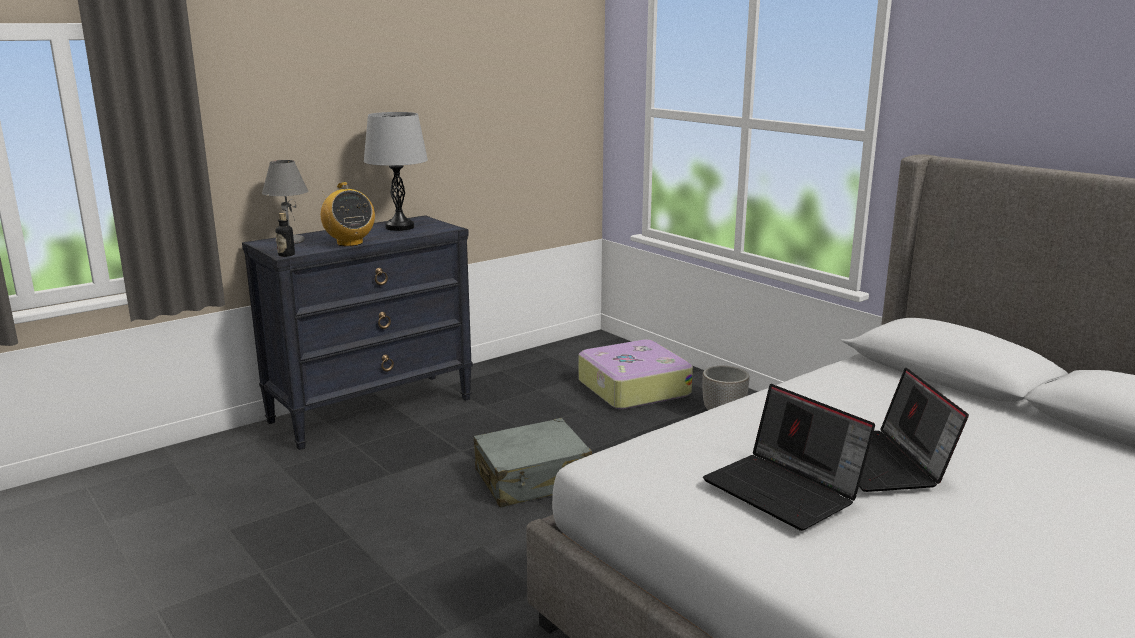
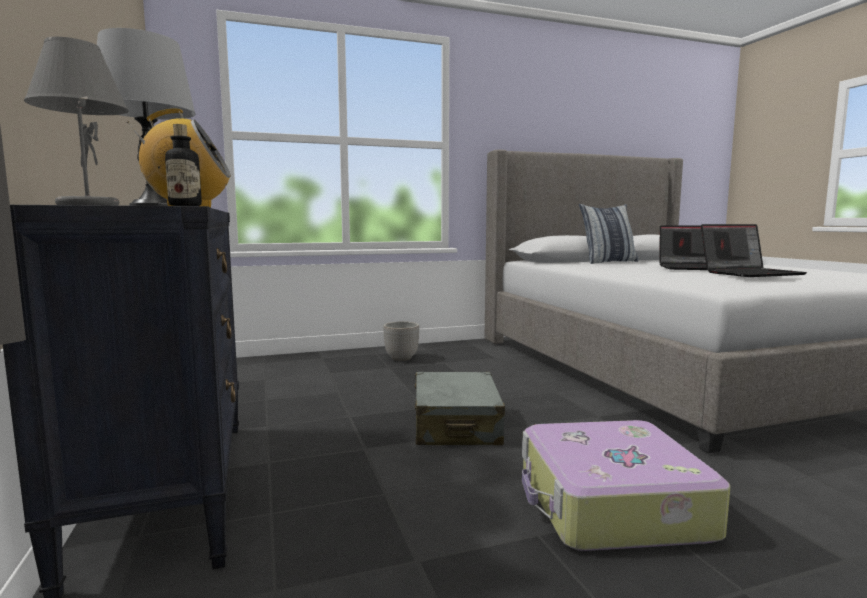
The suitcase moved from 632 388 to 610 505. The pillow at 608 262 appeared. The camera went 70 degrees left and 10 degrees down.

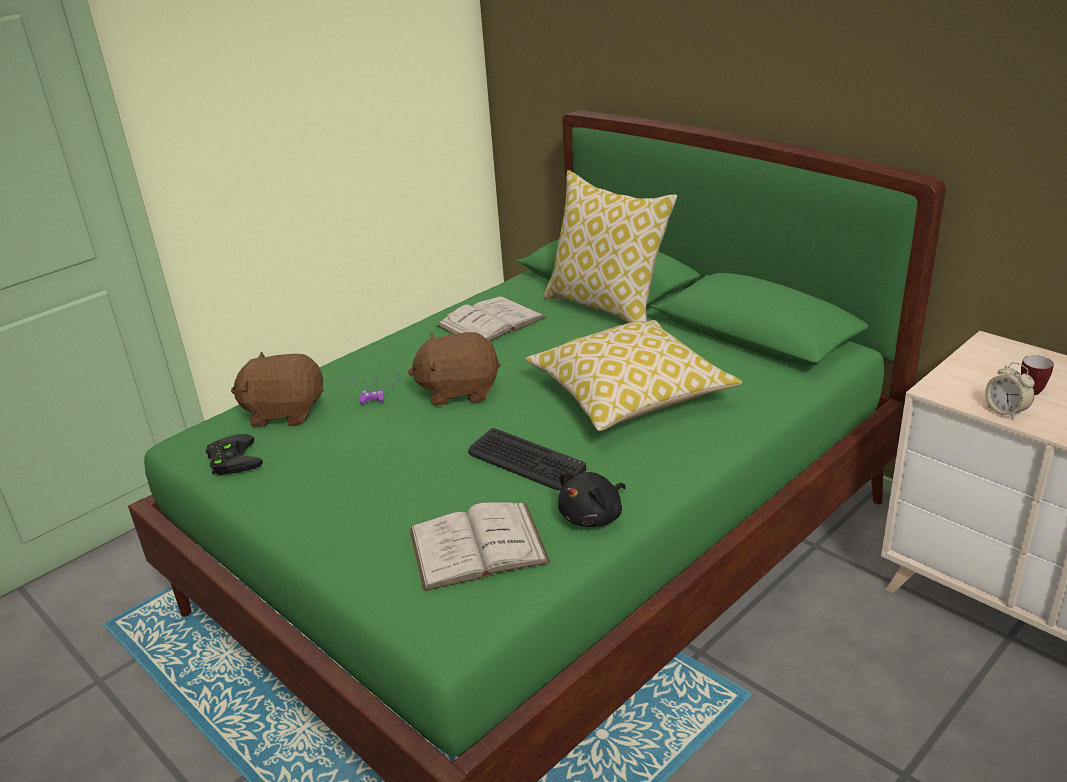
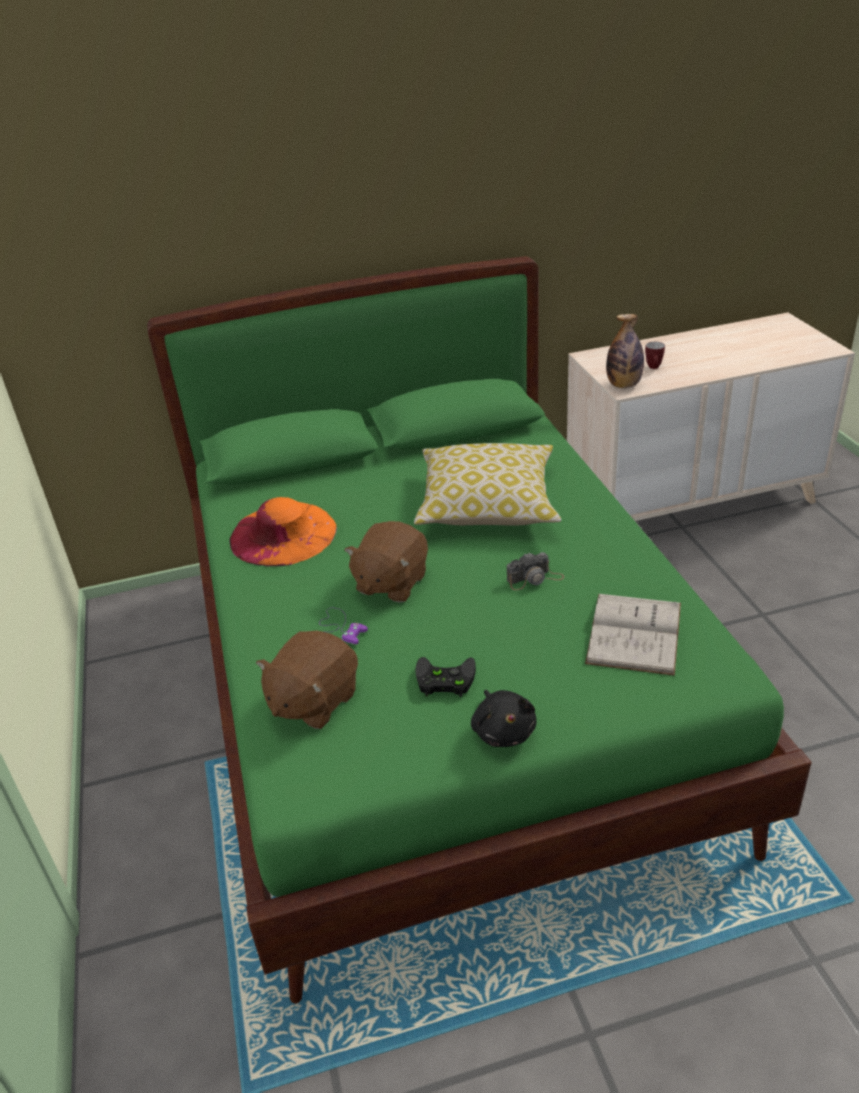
The black gamepad moved from 231 458 to 443 680. The white-coloured book at 491 321 was replaced by the orange-coloured wearable hat at 283 534. The keyboard at 525 461 was replaced by the still camera at 535 579. The pillow at 607 307 disappeared. The black plush toy moved from 593 516 to 503 731. The table clock at 1005 411 disappeared. The drink bottle at 623 385 appeared. The camera went 60 degrees left and 5 degrees up.

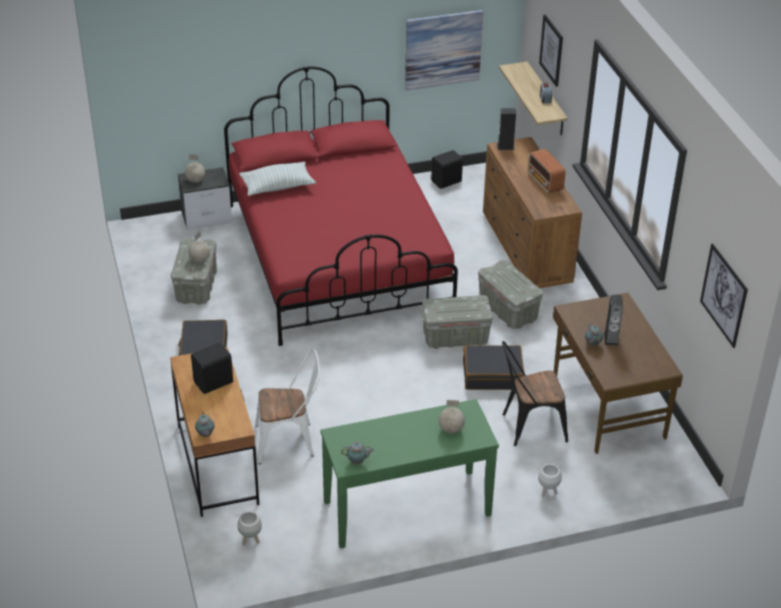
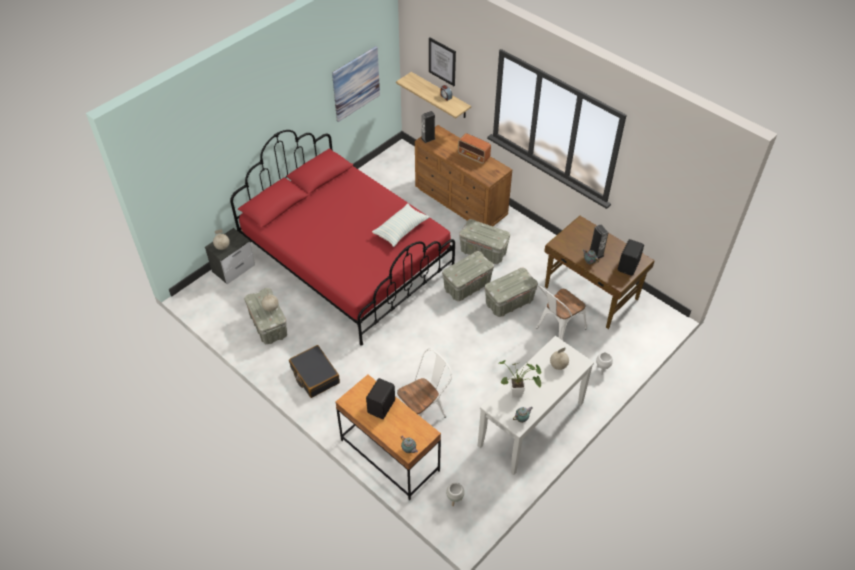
The pillow moved from 277 187 to 401 230. The green-coloured narrow table at 407 508 became the white-coloured narrow table at 531 424. The black loudspeaker moved from 447 182 to 629 266. The black suitcase at 492 375 was replaced by the gray storage bin at 509 302. The black upright chair at 528 427 became the white-coloured upright chair at 557 329. The picture at 723 295 disappeared. The plant in a pot at 519 393 appeared. The camera went 30 degrees left and 10 degrees up.

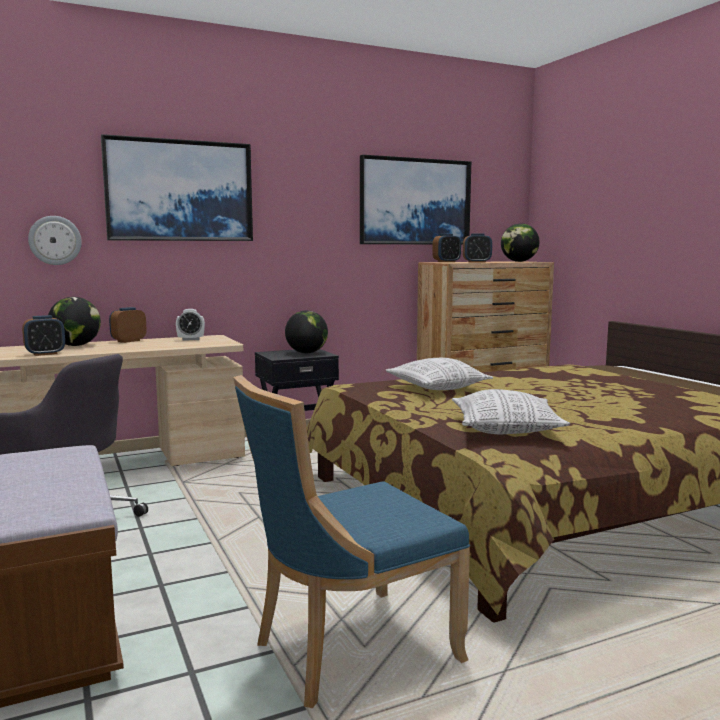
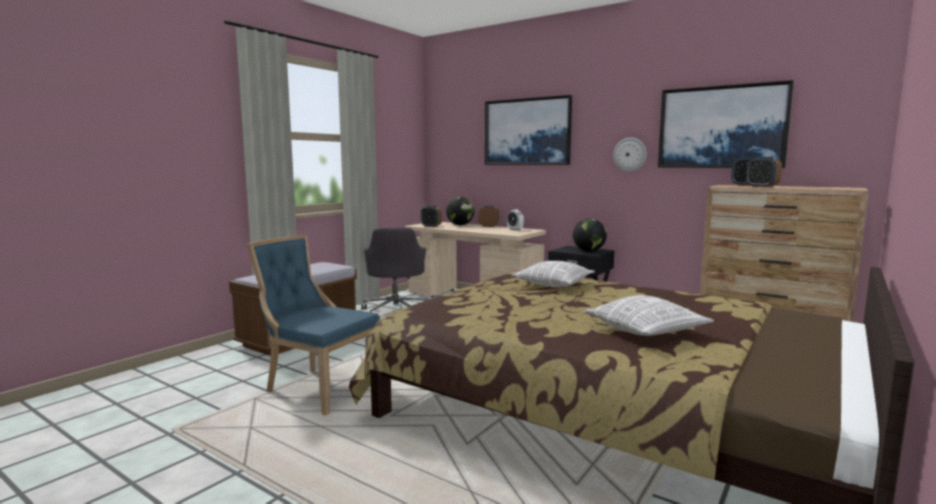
The wall clock moved from 55 240 to 630 154. The pillow moved from 506 429 to 645 331. The globe at 519 261 disappeared. The camera went 60 degrees right and 0 degrees up.

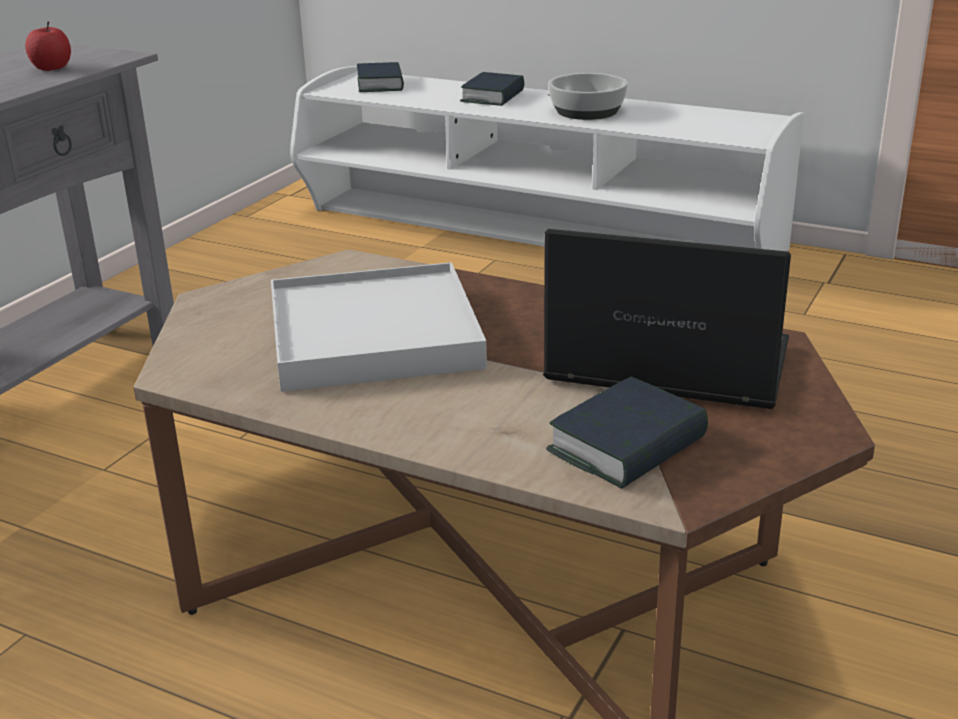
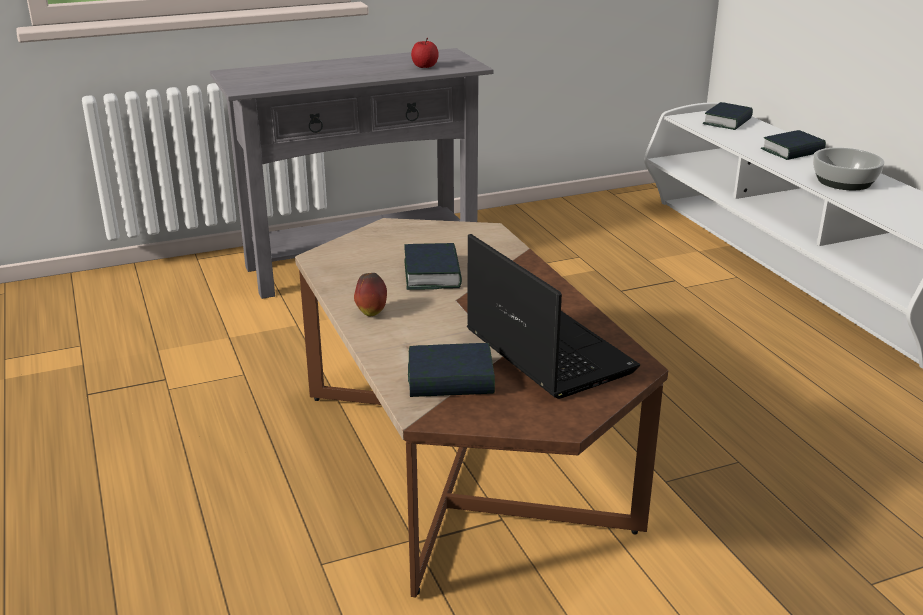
The white-coloured carrying tray at 374 335 was replaced by the book at 432 274. The whole apple at 371 312 appeared. The camera went 40 degrees right and 0 degrees up.

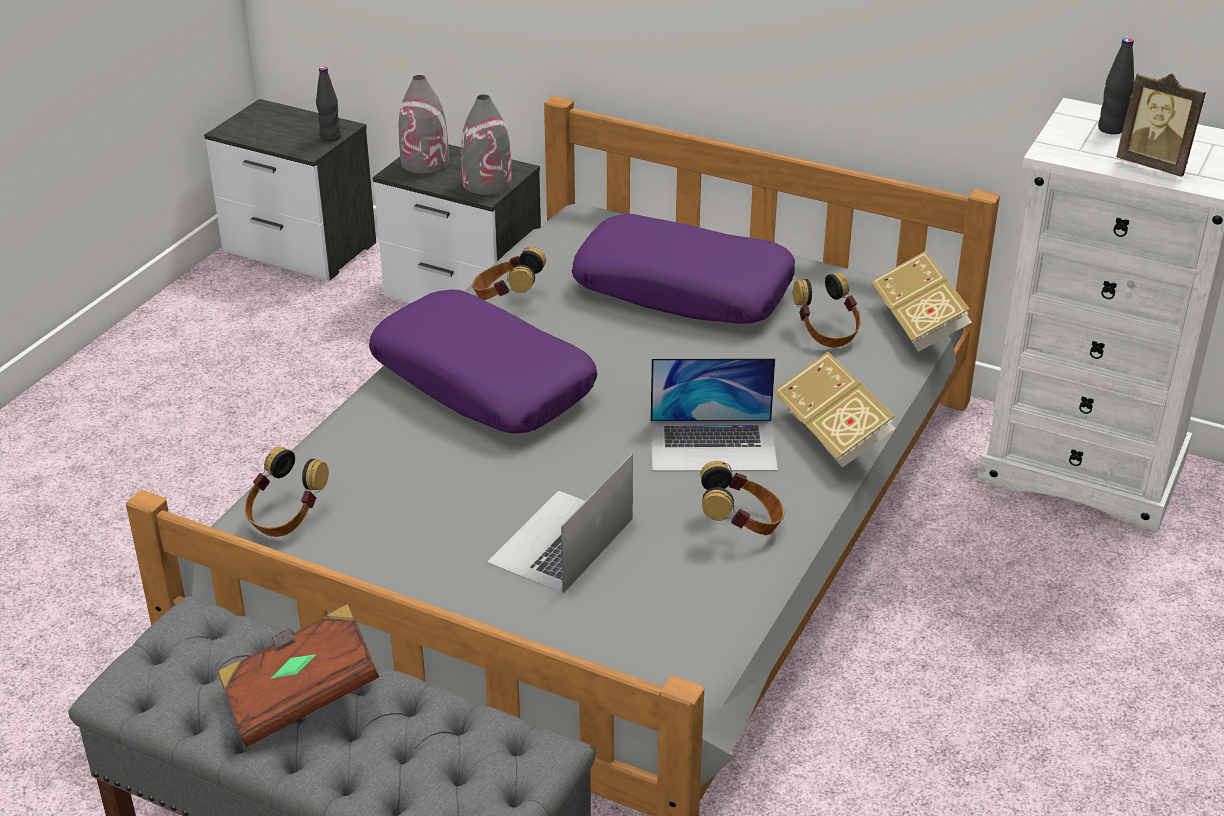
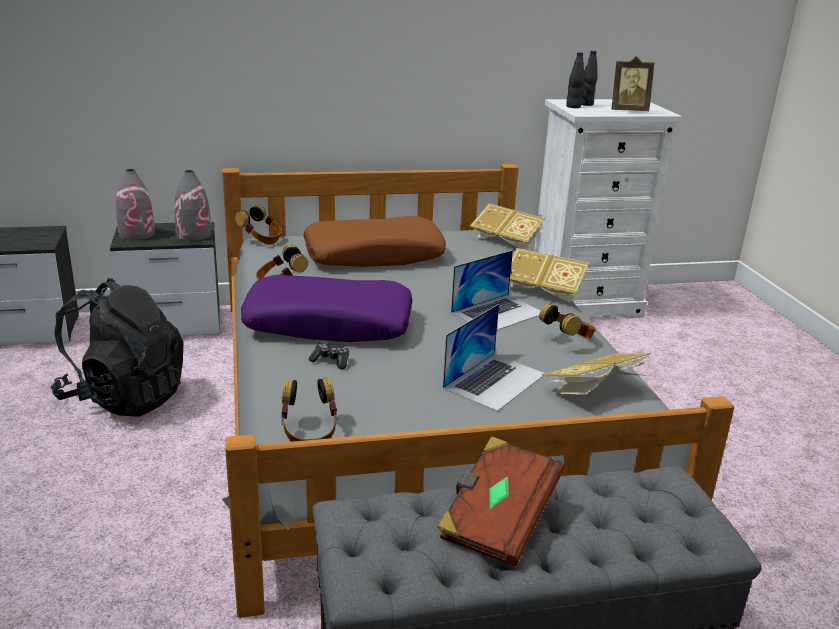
The black drink bottle moved from 330 137 to 573 107. The notebook computer at 561 541 turned 135 degrees counterclockwise. The purple pillow at 684 289 became the brown pillow at 374 255. The pair of headphones moved from 827 333 to 261 240. The black knapsack at 124 397 appeared. The gamepad at 331 361 appeared. The book at 594 391 appeared. The camera went 40 degrees left and 10 degrees down.

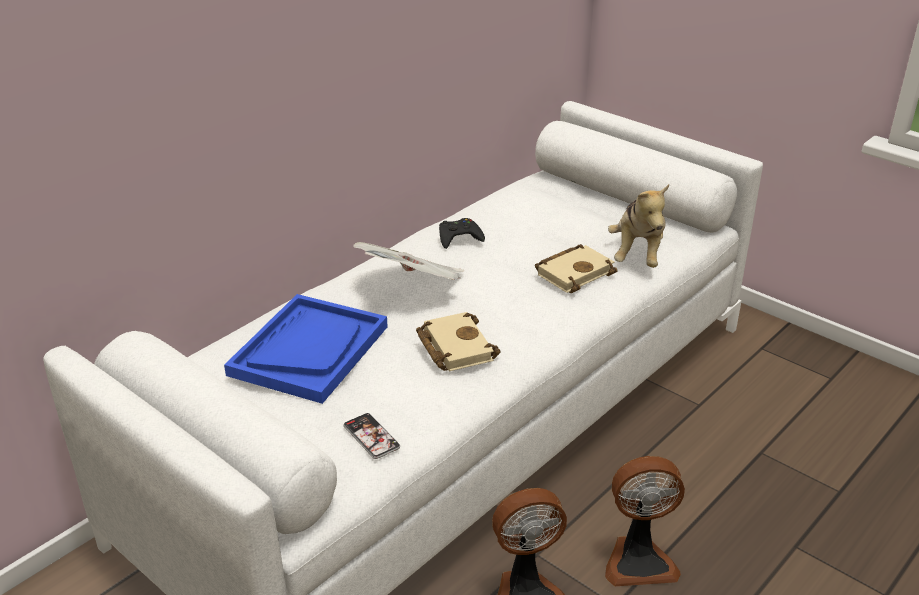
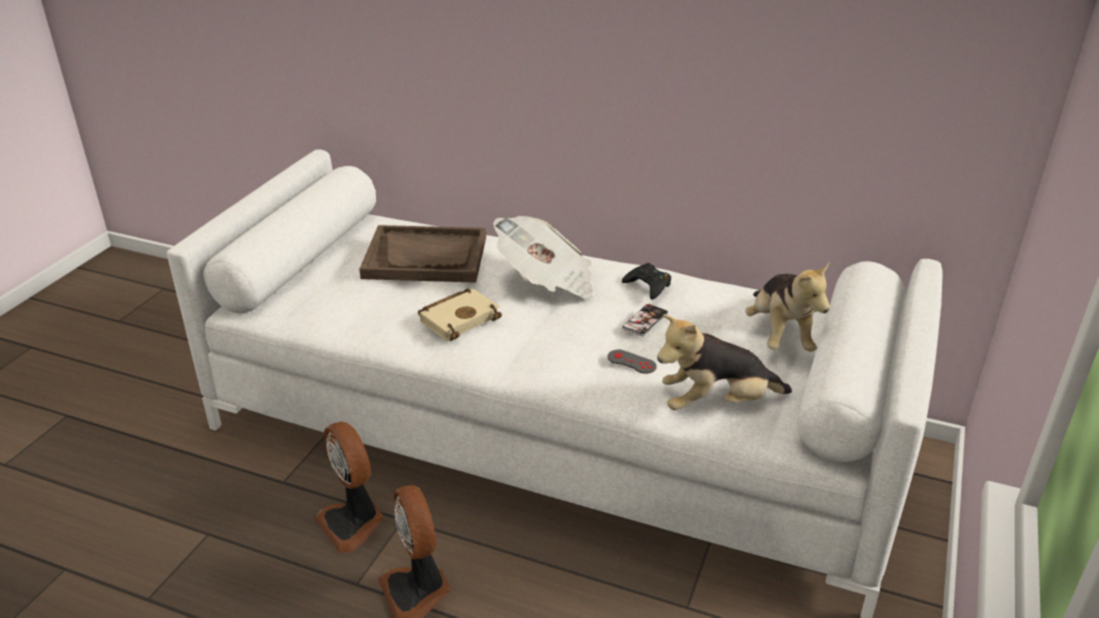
The blue carrying tray at 309 350 became the brown carrying tray at 426 257. The handset moved from 371 436 to 645 321. The sand-coloured book at 574 272 was replaced by the gray gamepad at 631 362. The plush toy at 779 335 appeared. The camera went 70 degrees right and 0 degrees up.

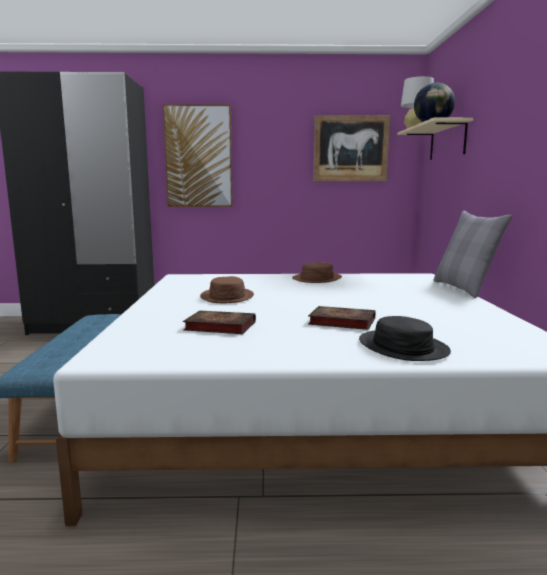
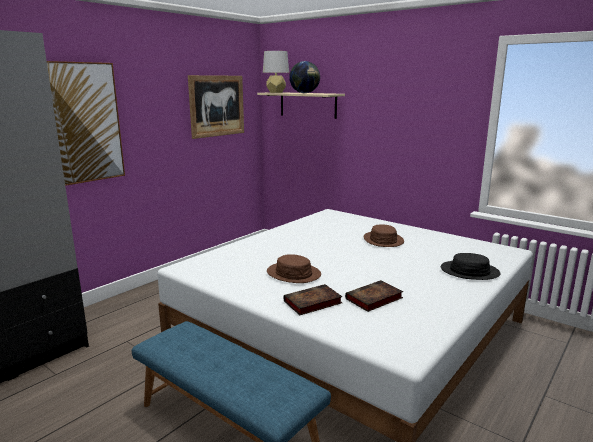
The brown wearable hat moved from 317 279 to 383 240. The book moved from 340 322 to 311 303. The gray pillow at 464 288 disappeared. The camera went 50 degrees left and 5 degrees up.

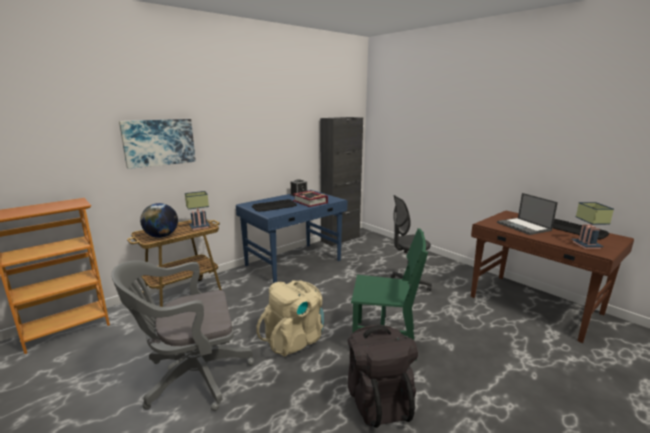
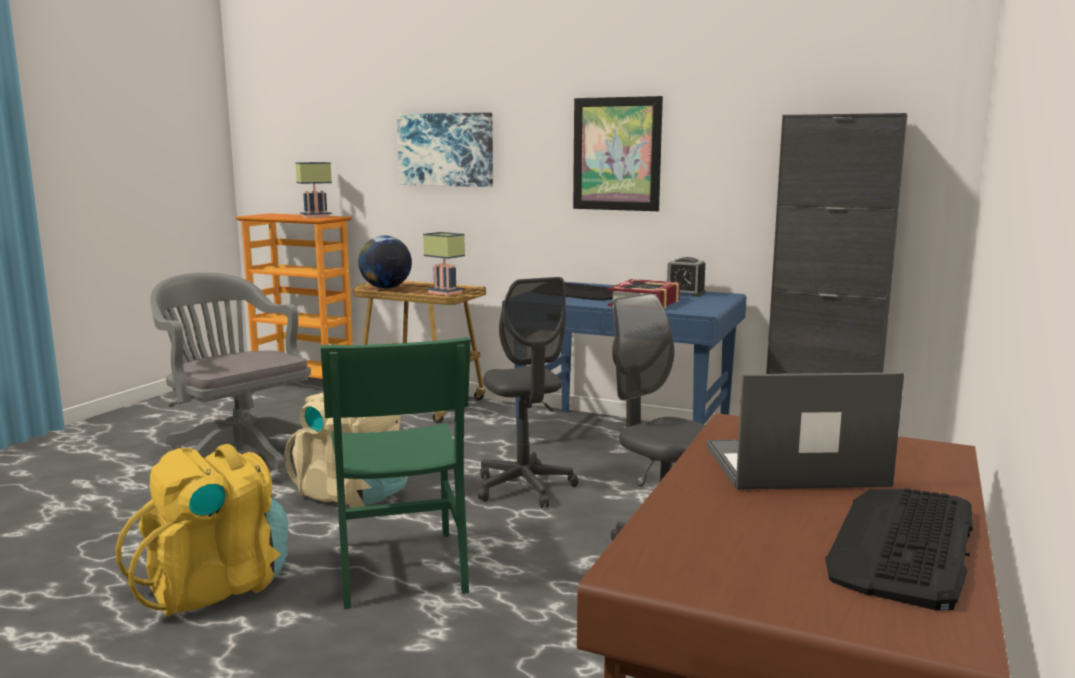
The black knapsack at 378 399 became the yellow-coloured knapsack at 216 586. The notebook computer at 524 226 turned 45 degrees clockwise. The table lamp moved from 588 245 to 315 217. The gray desk chair at 524 487 appeared. The picture at 617 154 appeared. The camera went 65 degrees right and 5 degrees down.

